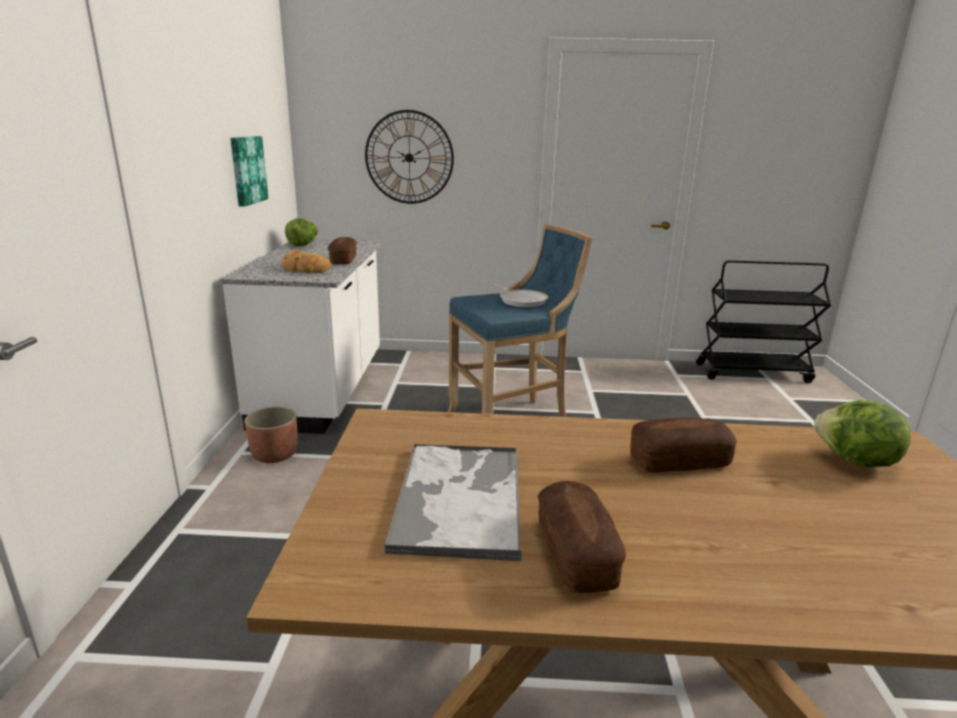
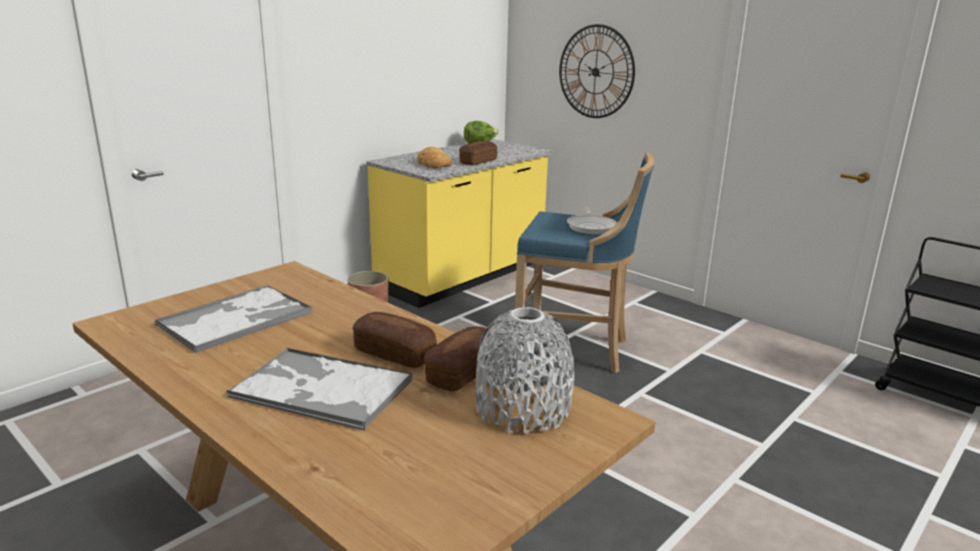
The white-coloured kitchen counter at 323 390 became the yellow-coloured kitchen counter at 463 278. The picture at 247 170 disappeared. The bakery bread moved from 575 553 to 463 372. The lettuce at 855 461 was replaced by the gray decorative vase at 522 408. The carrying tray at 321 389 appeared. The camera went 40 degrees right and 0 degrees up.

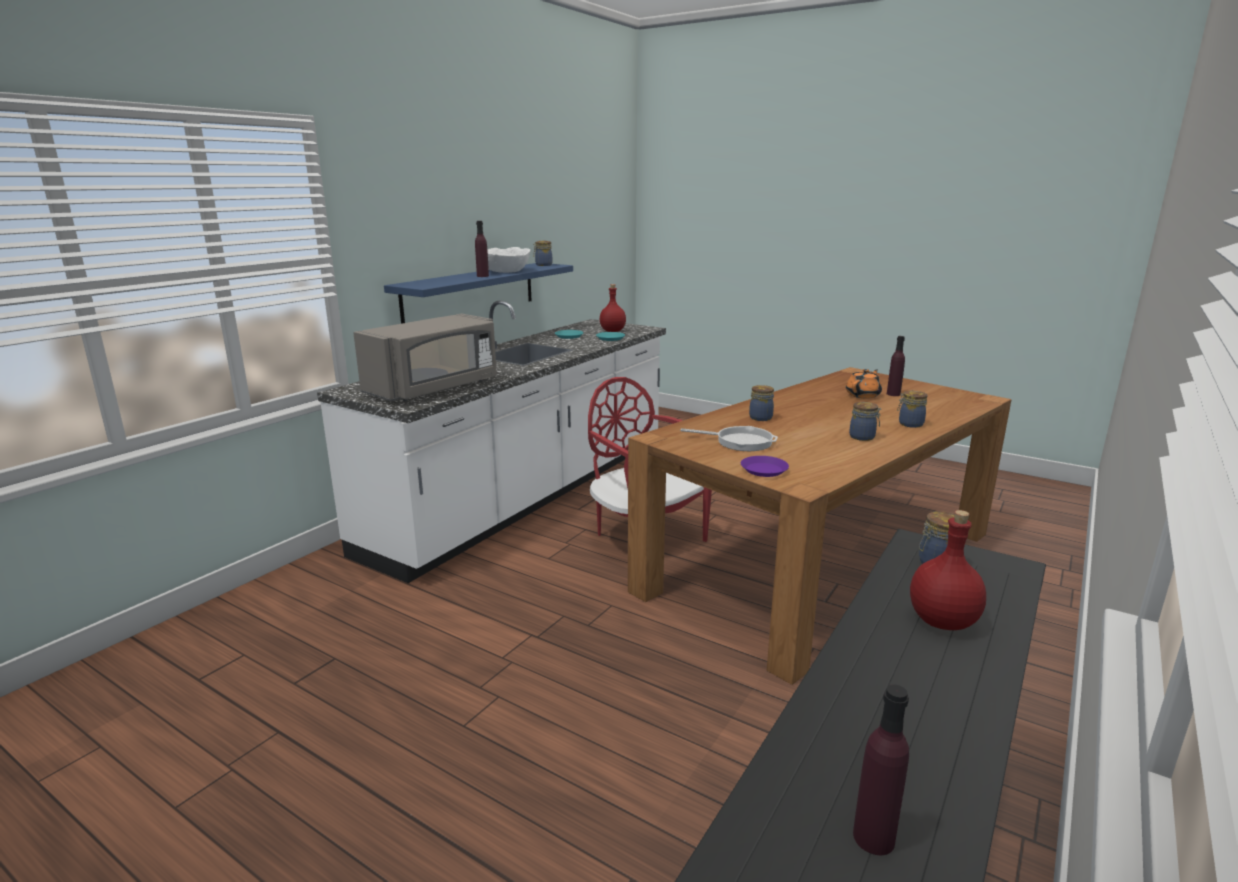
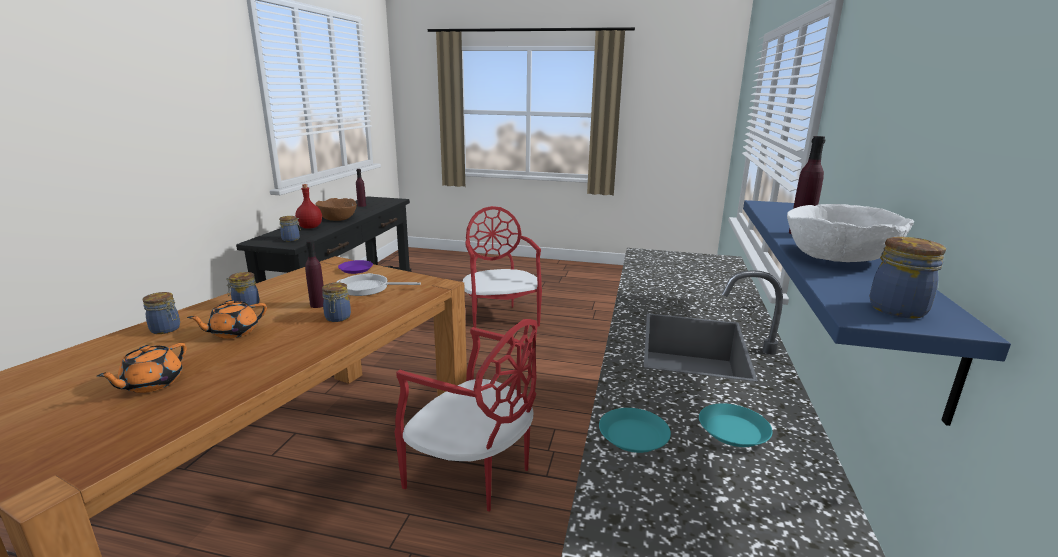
The gray kitchen microwave at 434 388 disappeared. The red-coloured drink bottle at 613 331 disappeared. The purple drink bottle moved from 893 394 to 318 305. The orange-coloured teapot at 233 332 appeared. The brown deep dish at 338 218 appeared. The red-coloured upright chair at 500 318 appeared. The camera went 160 degrees right and 0 degrees up.

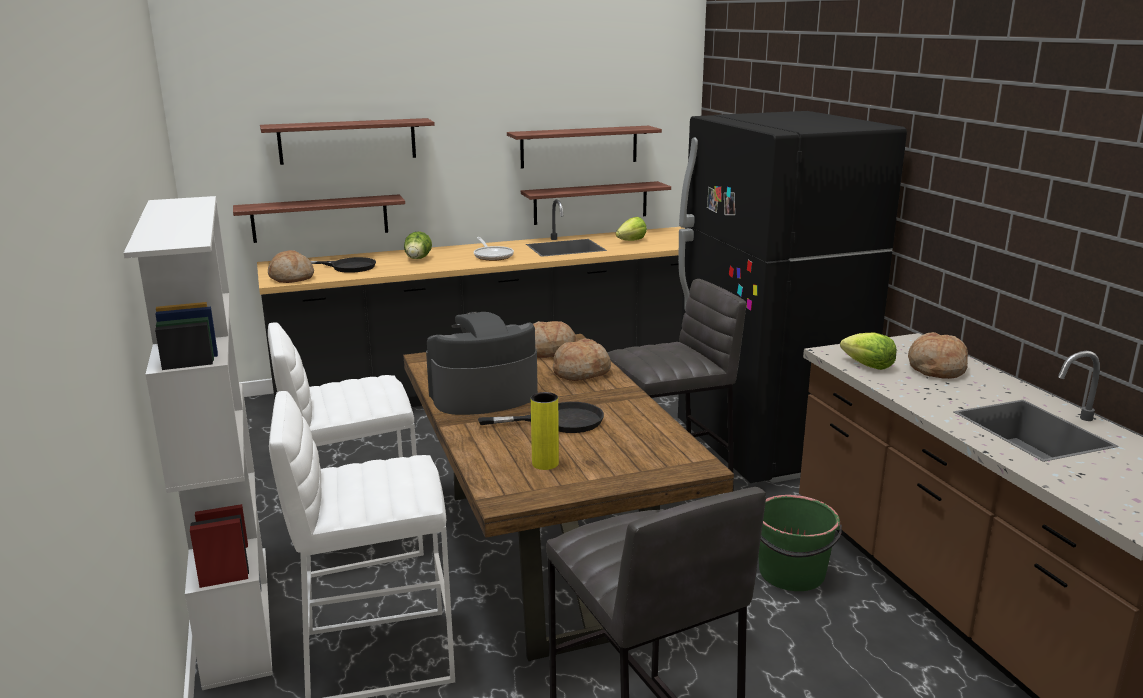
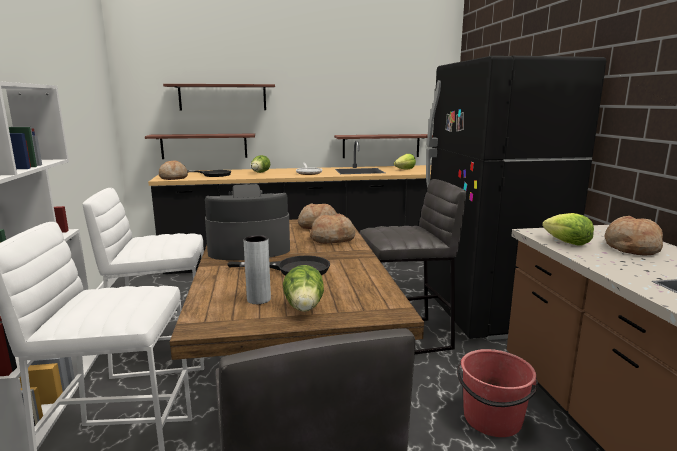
The shelf at 579 146 disappeared. The yellow-coloured decorative vase at 545 464 became the gray decorative vase at 258 299. The green-coloured bucket at 791 574 became the red-coloured bucket at 492 419. The lettuce at 304 308 appeared. The camera went 10 degrees right and 5 degrees down.

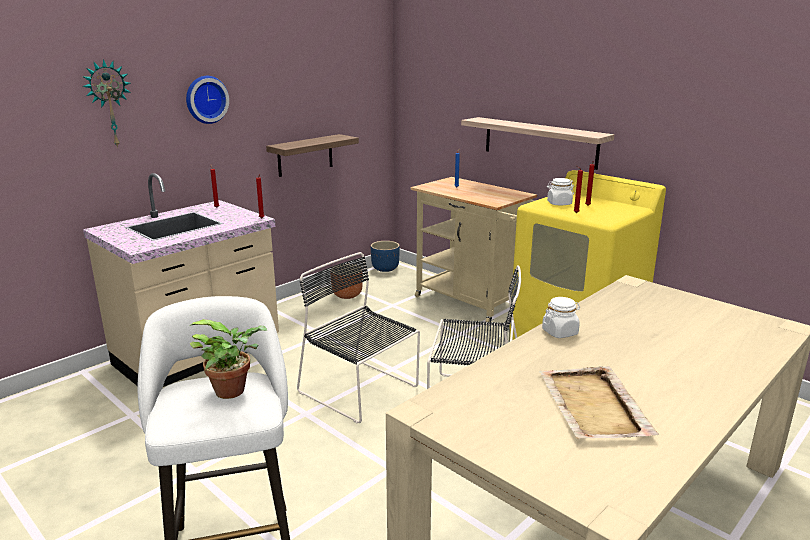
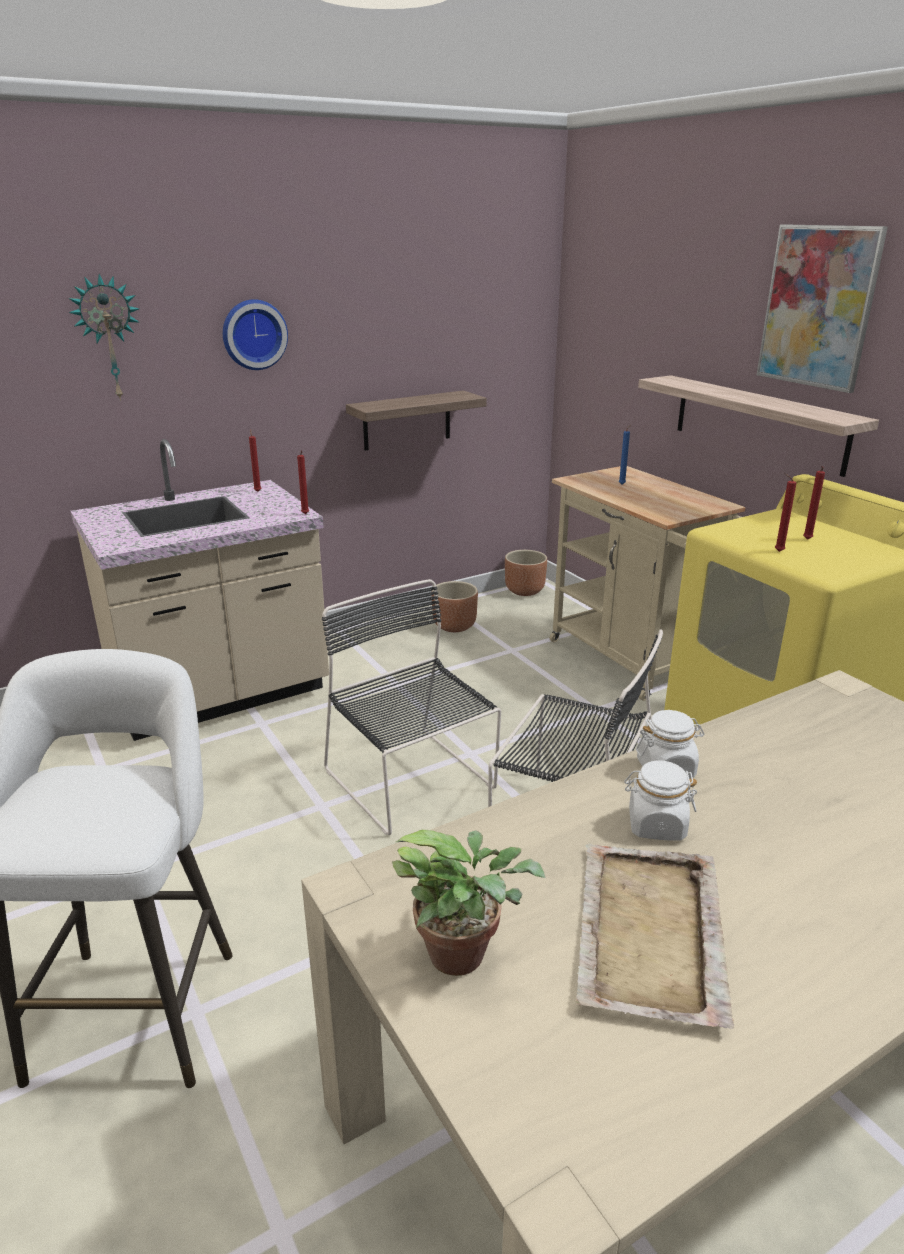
The plant in a pot moved from 234 390 to 464 954. The blue plant pot at 385 268 became the brown plant pot at 524 591. The white-coloured storage jar moved from 559 203 to 656 825. The picture at 818 307 appeared. The camera went 15 degrees right and 5 degrees up.

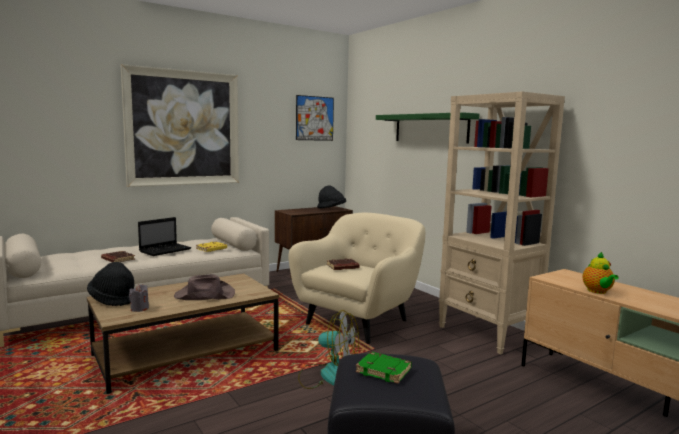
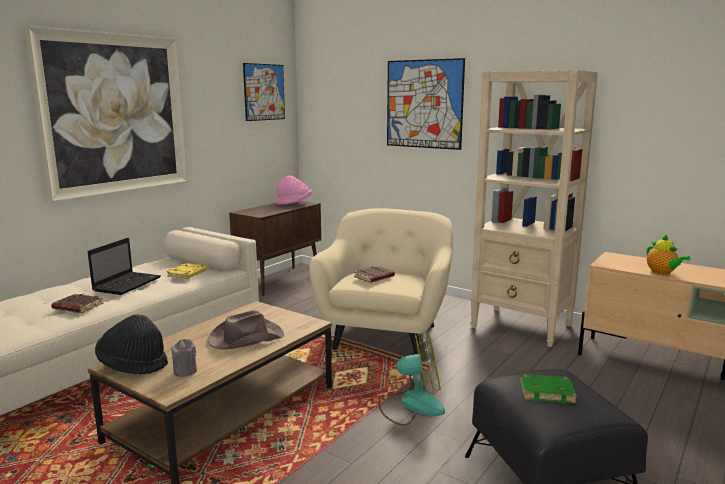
The black wearable hat at 331 209 became the pinkish wearable hat at 294 204. The green-coloured shelf at 430 128 was replaced by the picture at 424 104. The camera went 20 degrees left and 5 degrees up.

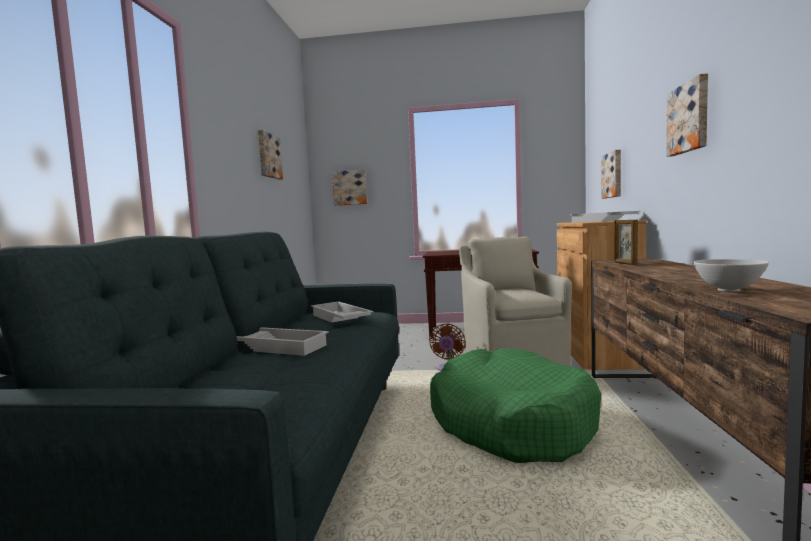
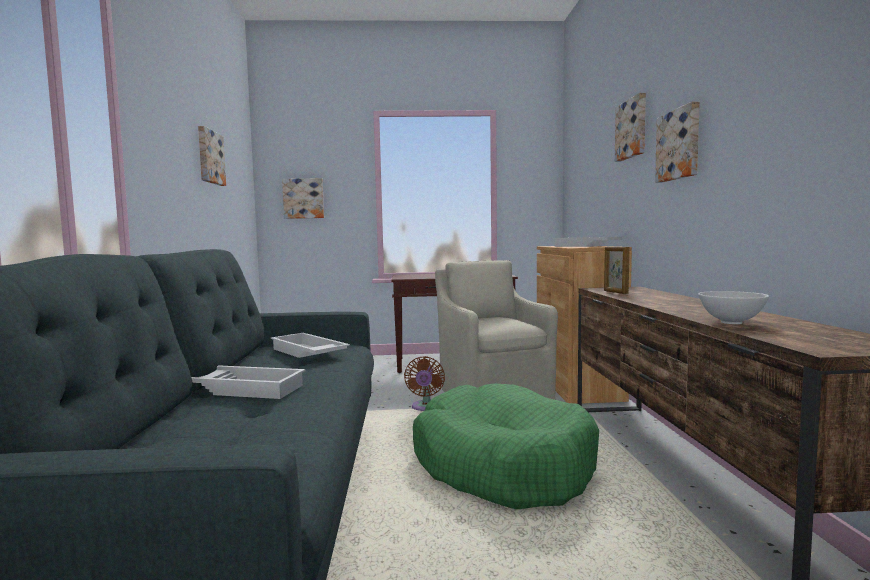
The picture moved from 613 175 to 632 129. The camera went 10 degrees left and 0 degrees up.

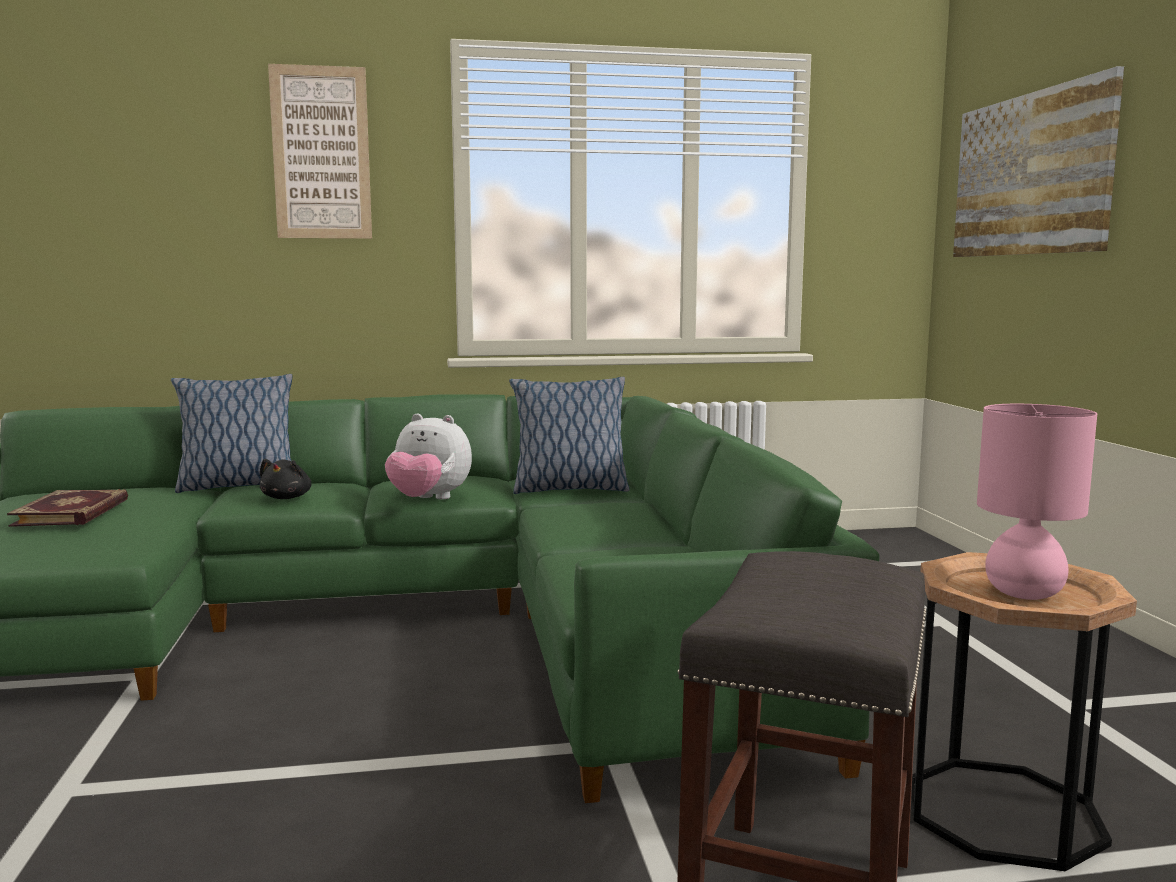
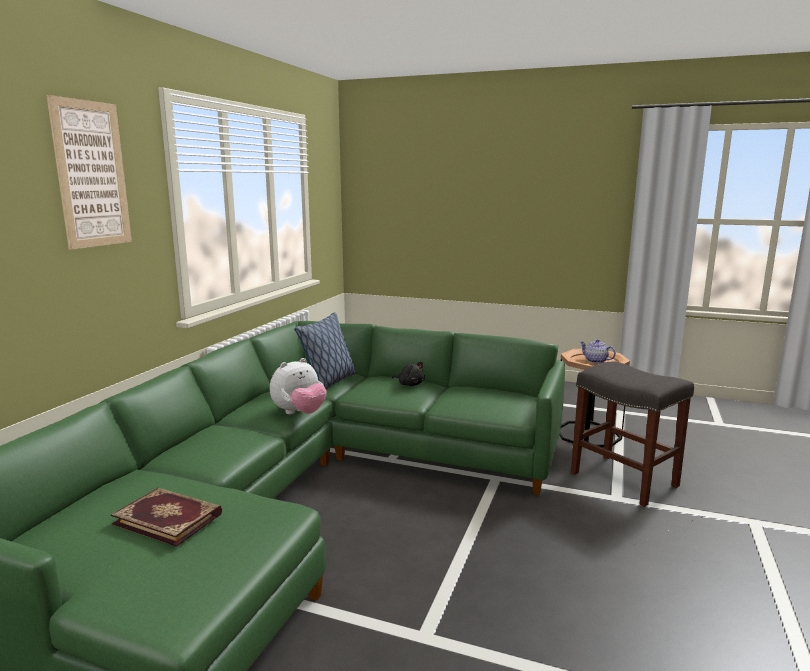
The pillow at 237 486 disappeared. The black plush toy moved from 287 498 to 410 384. The picture at 1030 174 disappeared. The pinkish table lamp at 1023 593 was replaced by the teapot at 595 361. The camera went 60 degrees left and 5 degrees up.

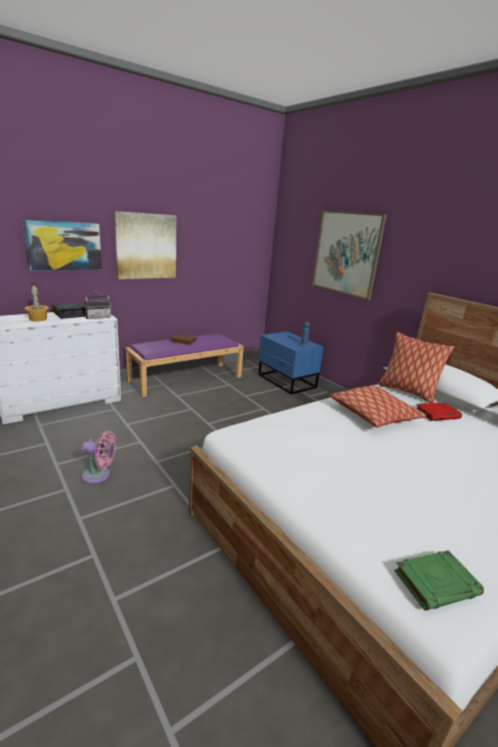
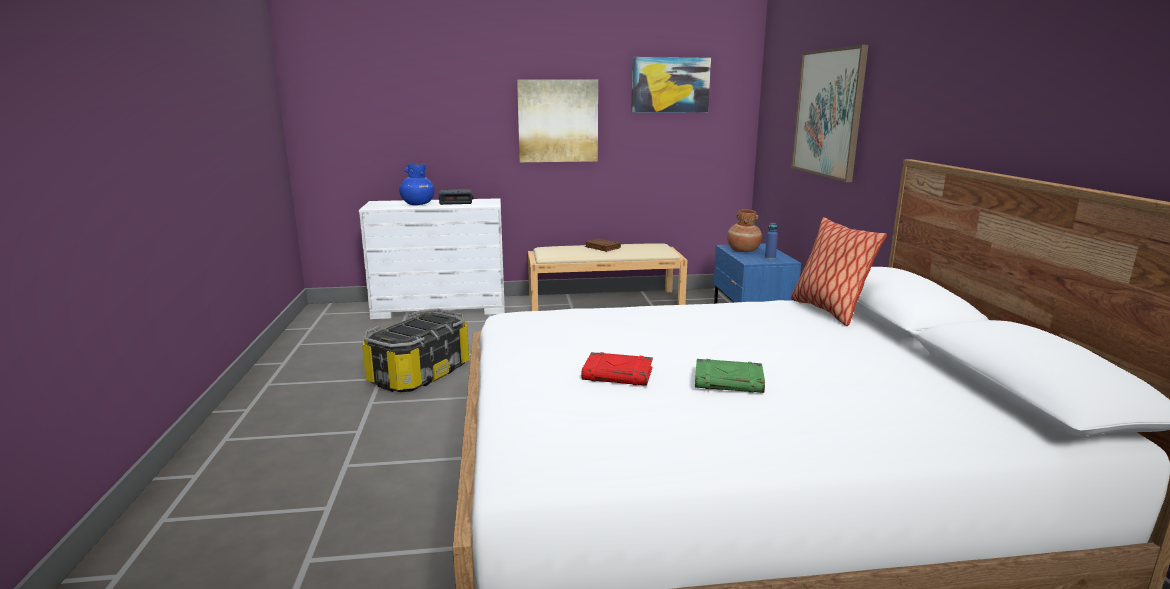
The picture moved from 64 246 to 670 85. The plant in a pot at 38 319 was replaced by the blue decorative vase at 417 204. The pinkish cooling fan at 99 475 was replaced by the storage bin at 419 374. The radio at 98 317 disappeared. The purple long seat at 186 378 became the sand-coloured long seat at 605 301. The pillow at 374 415 disappeared. The green-coloured book moved from 436 583 to 729 381. The red-coloured book moved from 437 414 to 618 374. The brown decorative vase at 743 250 appeared. The camera went 30 degrees right and 5 degrees down.

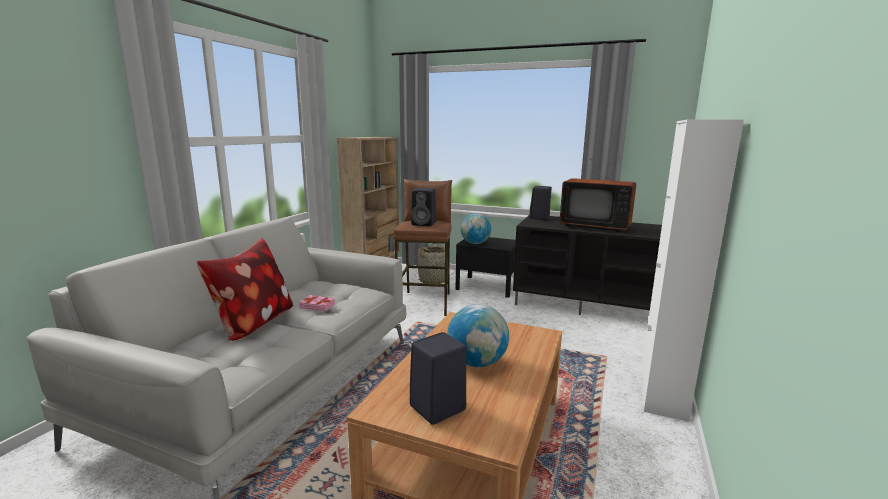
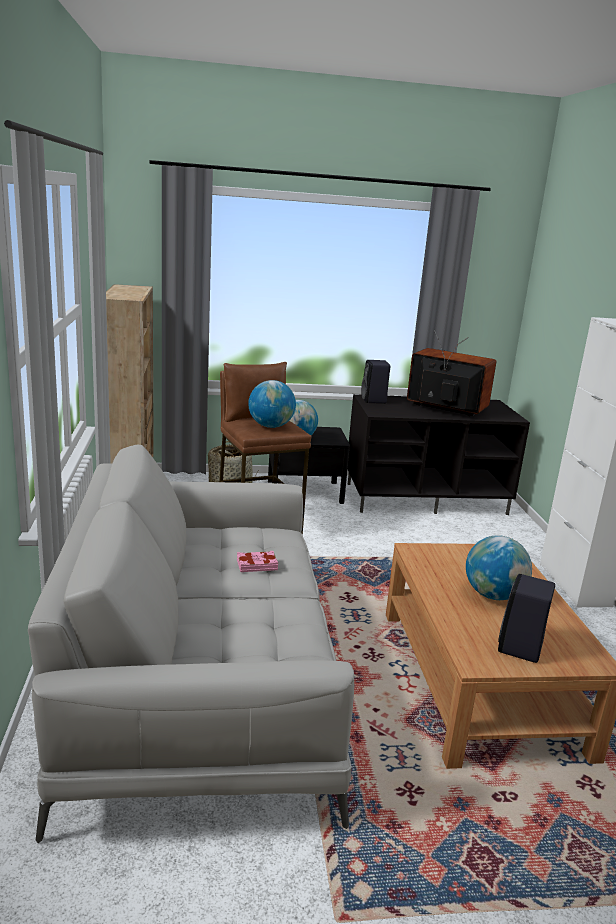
The pillow at 253 324 disappeared. The black loudspeaker at 424 224 was replaced by the globe at 270 426. The television at 595 226 turned 150 degrees counterclockwise. The camera went 30 degrees left and 5 degrees up.

